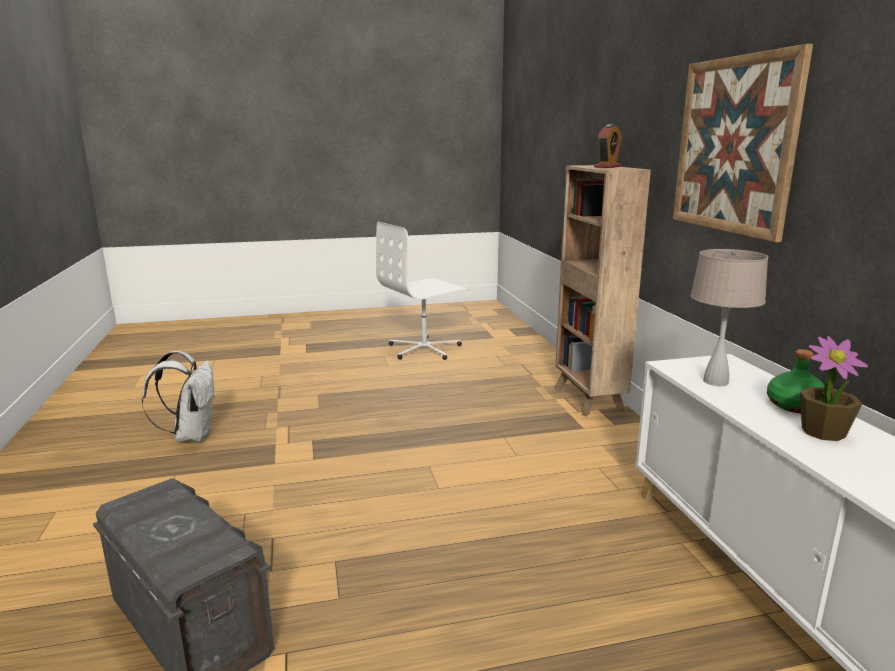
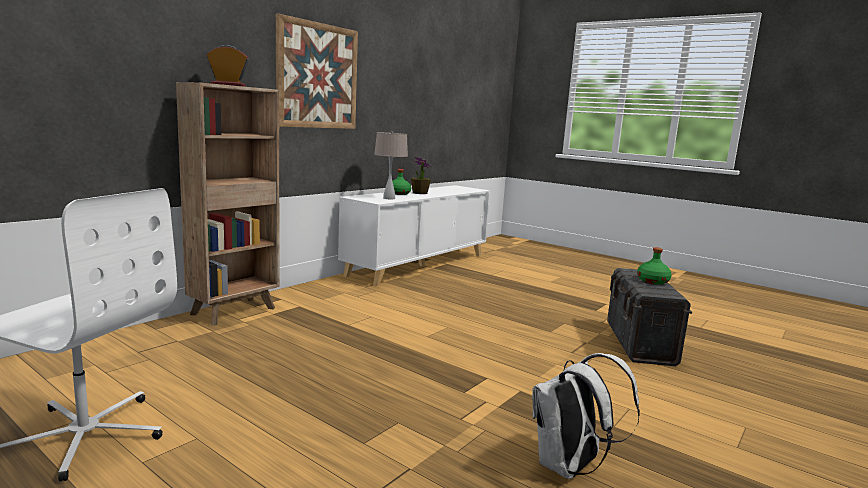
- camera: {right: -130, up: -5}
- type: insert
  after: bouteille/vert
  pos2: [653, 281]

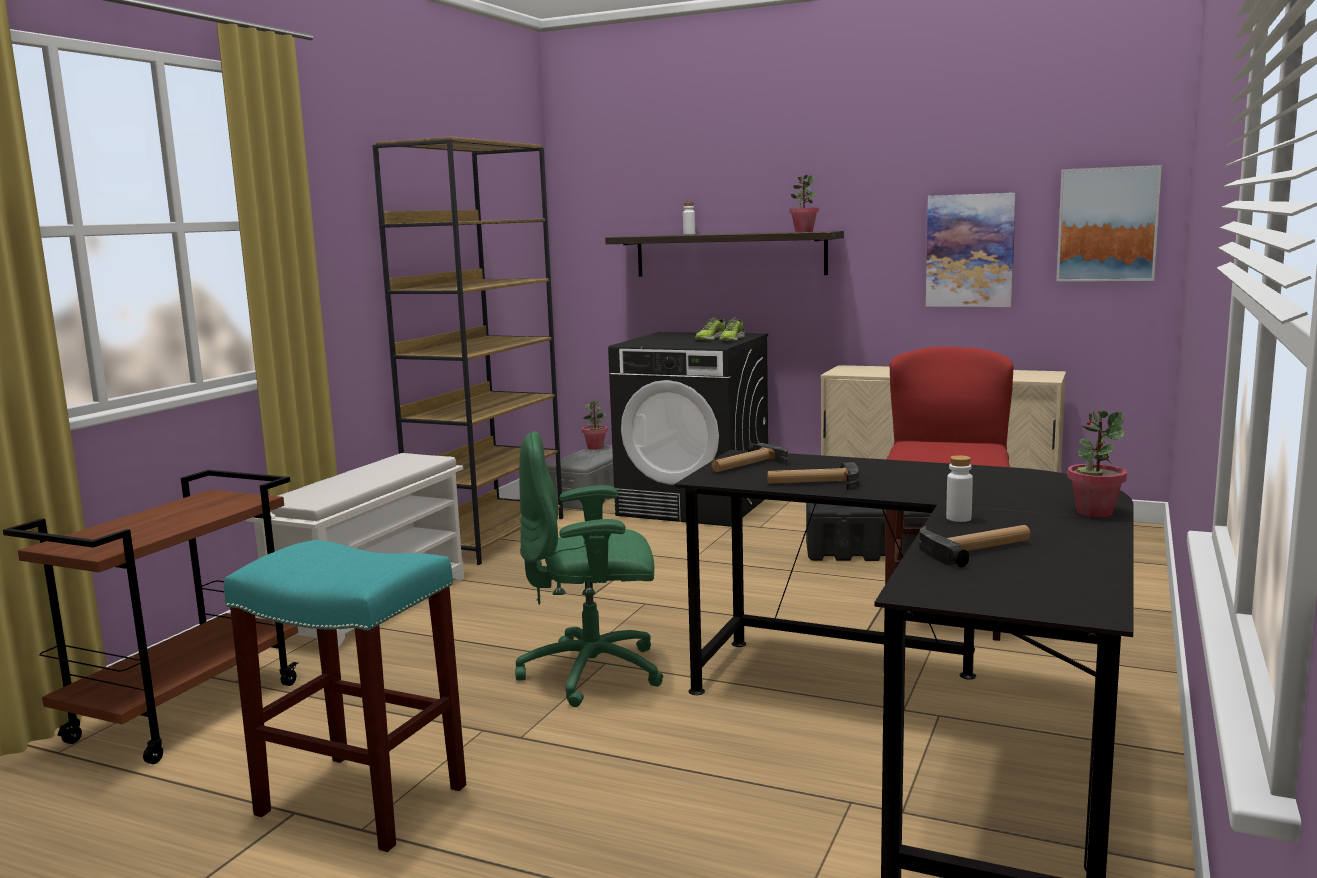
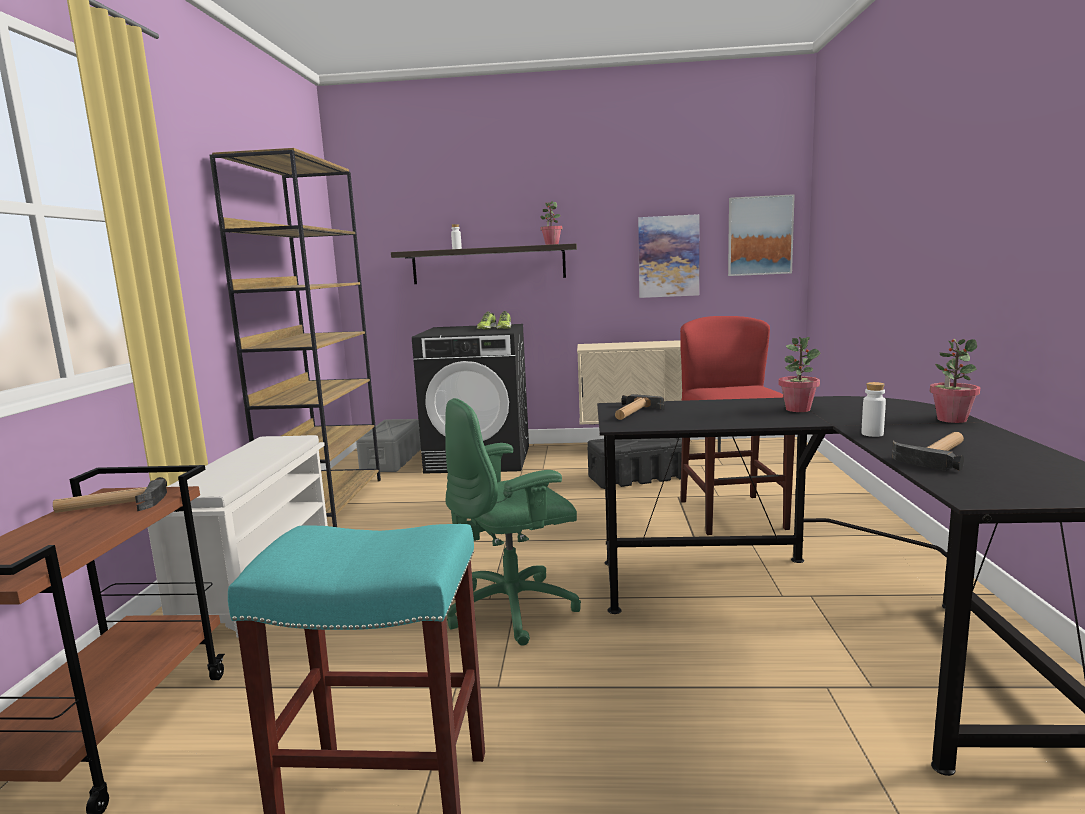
- camera: {right: -20, up: 0}
- type: move
  before: marteau
  pos1: [813, 483]
  pos2: [111, 506]
- type: move
  before: plante en pot
  pos1: [595, 448]
  pos2: [798, 409]

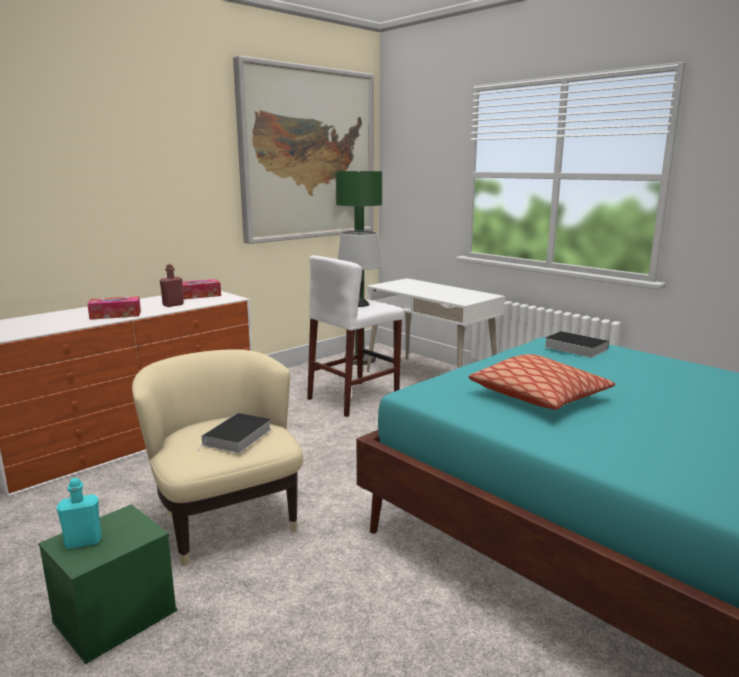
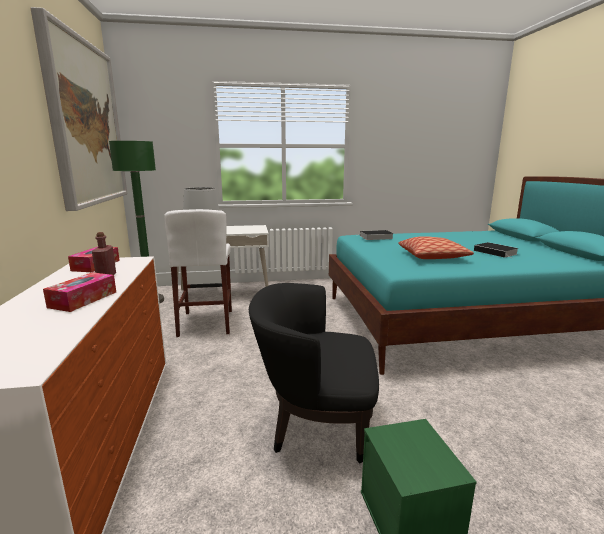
- camera: {right: -55, up: 0}
- type: recolor
  before: fauteuil/beige
  after: fauteuil/noir
  pos1: [226, 520]
  pos2: [315, 424]
- type: move
  before: livre
  pos1: [237, 438]
  pos2: [496, 252]
- type: delete
  before: bouteille/turquoise
  pos1: [83, 541]

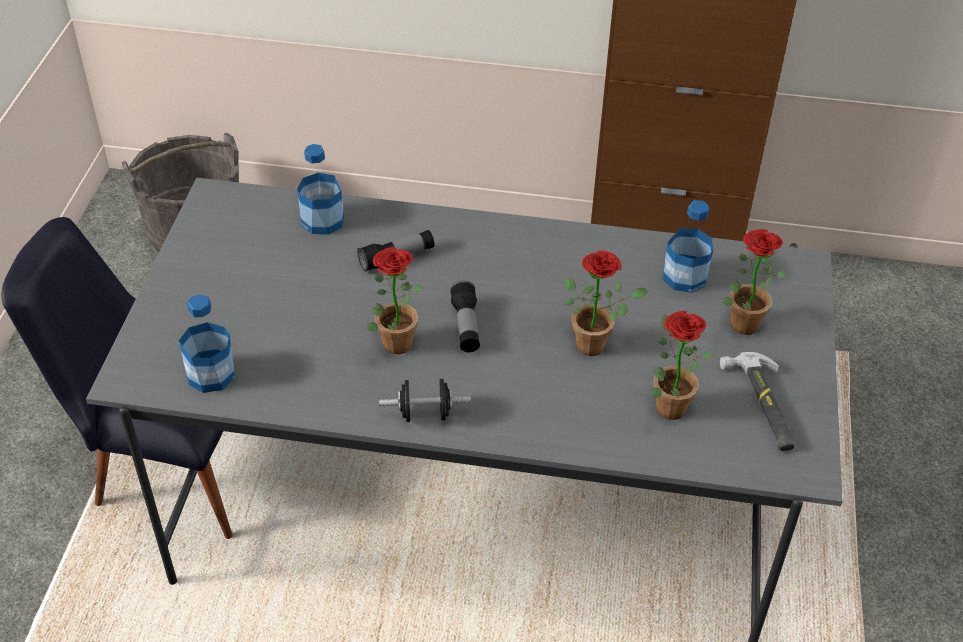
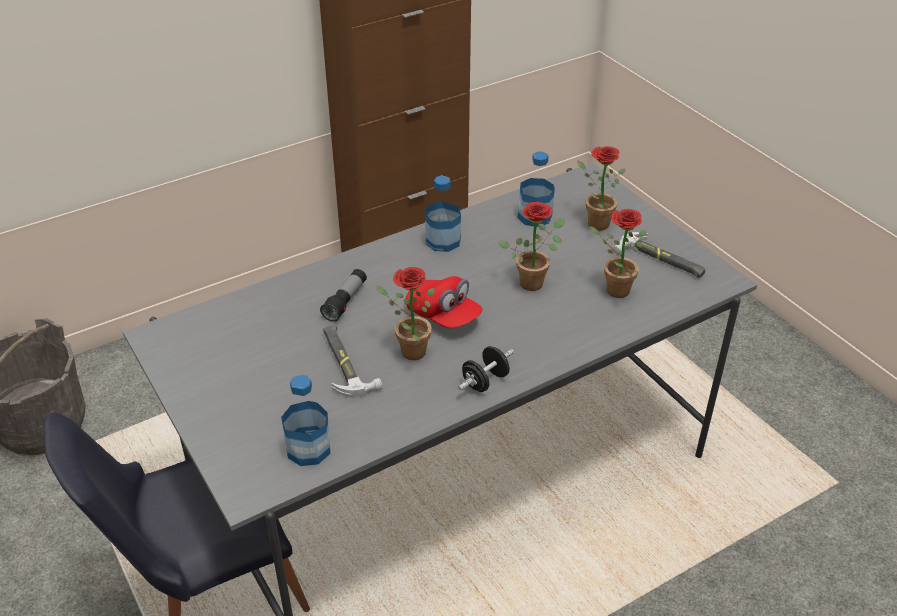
- camera: {right: -40, up: -5}
- type: insert
  after: marteau
  pos2: [345, 363]
- type: replace
  before: lampe de poche
  after: casquette/rouge
  pos1: [466, 326]
  pos2: [443, 316]
- type: move
  before: bouteille
  pos1: [323, 220]
  pos2: [443, 241]

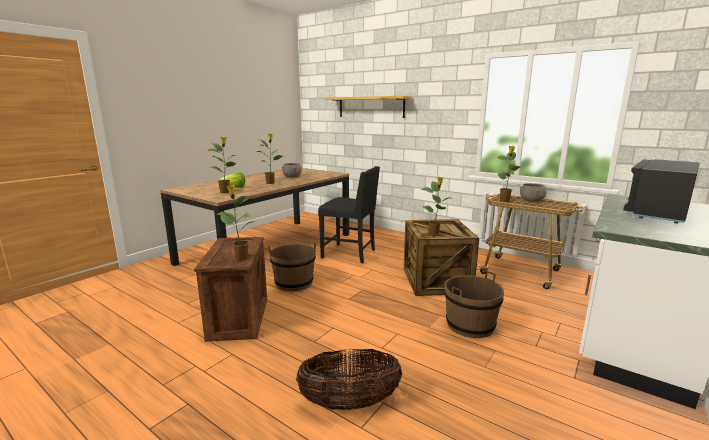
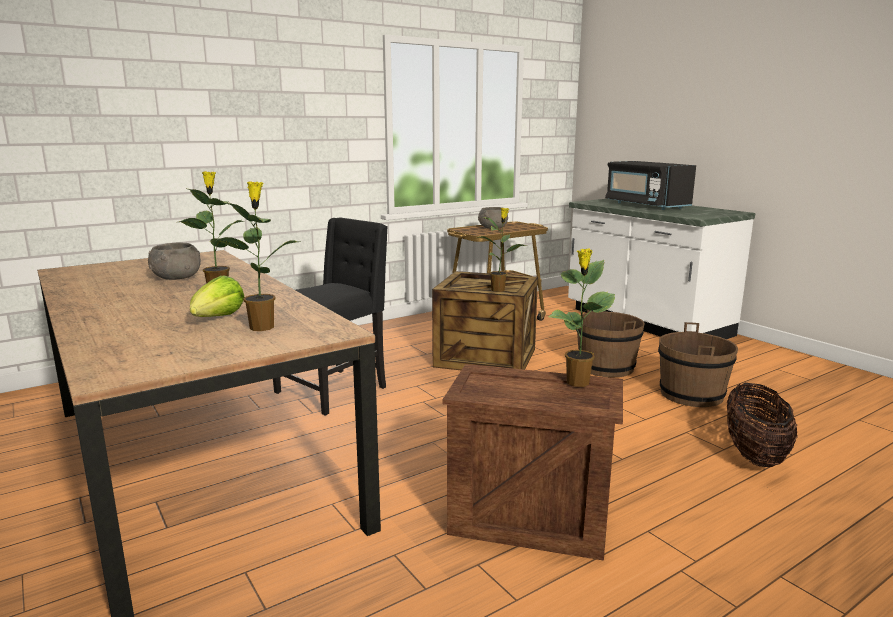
- camera: {right: -70, up: 0}
- type: move
  before: seau/marron
  pos1: [294, 283]
  pos2: [691, 395]
- type: delete
  before: étagère
  pos1: [370, 107]
- type: delete
  before: plante en pot
  pos1: [504, 201]

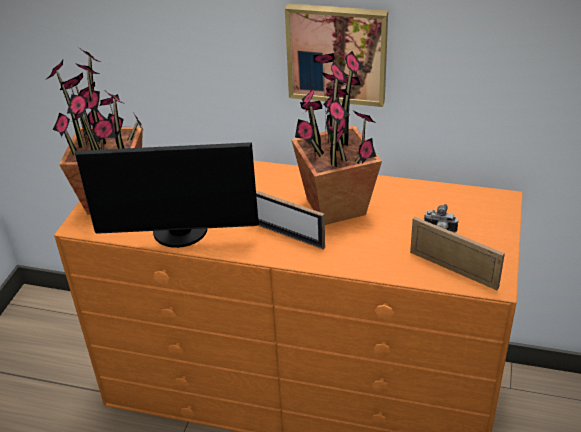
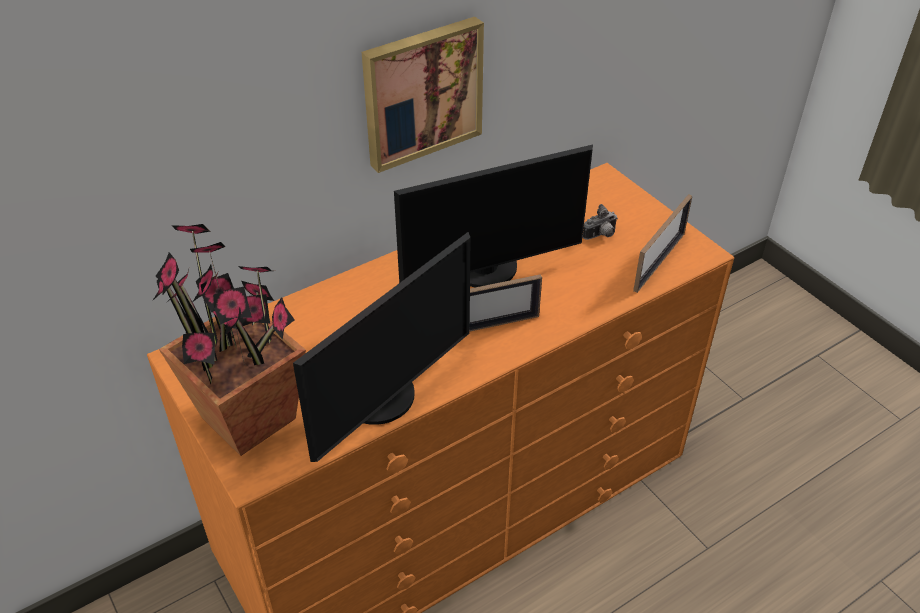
- camera: {right: -50, up: 5}
- type: replace
  before: plante en pot
  after: écran d'ordinateur
  pos1: [335, 207]
  pos2: [487, 271]
- type: rotate
  before: cadre photo
  pos1: [453, 270]
  pos2: [659, 261]
  turn: 135

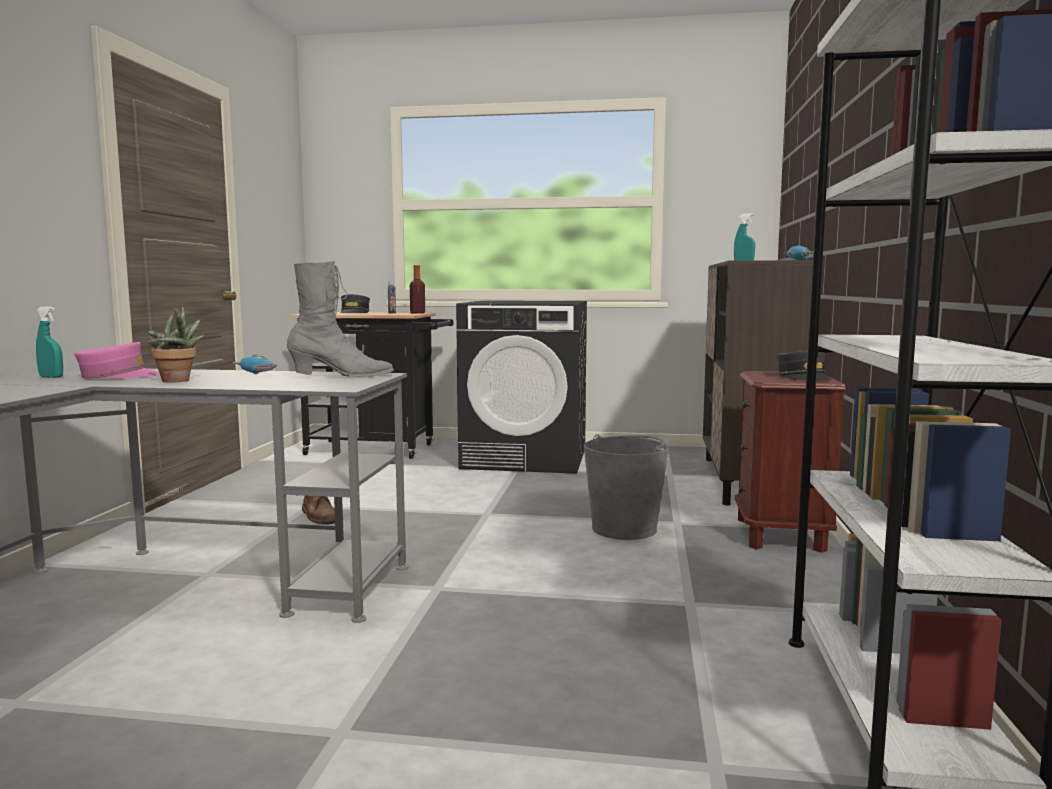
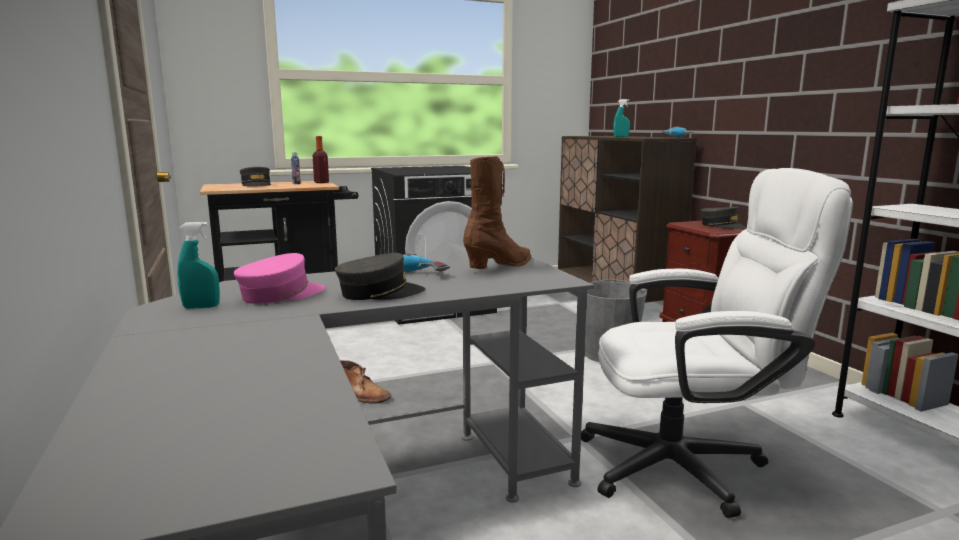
- camera: {right: -30, up: 5}
- type: replace
  before: plante en pot
  after: casquette/gris
  pos1: [178, 381]
  pos2: [380, 293]
- type: recolor
  before: botte/gris
  after: botte/marron
  pos1: [342, 376]
  pos2: [500, 266]
- type: insert
  after: chaise de bureau/blanc
  pos2: [689, 465]

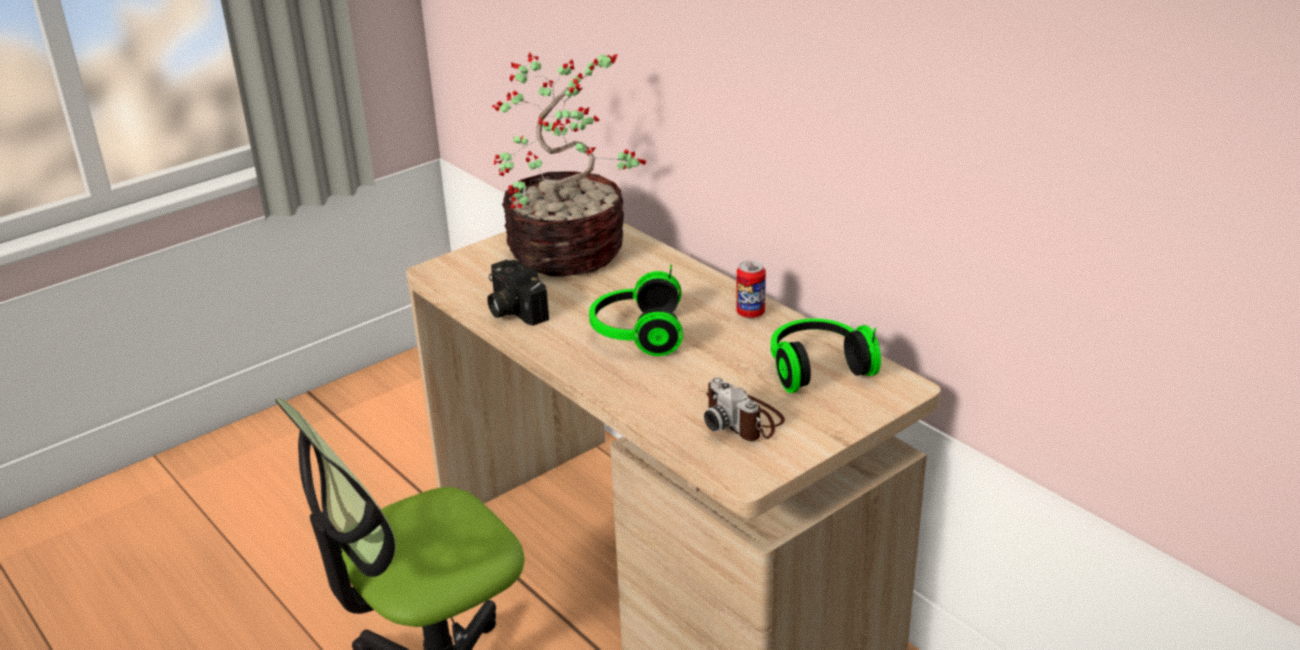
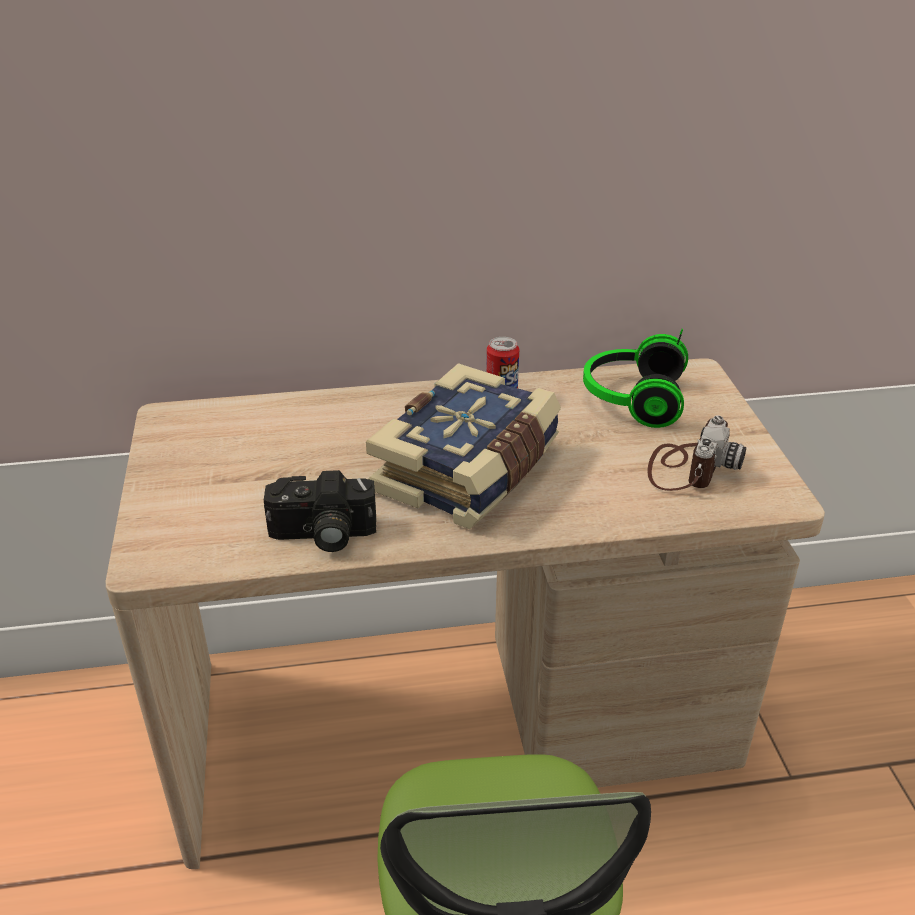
- camera: {right: -60, up: 5}
- type: replace
  before: casque audio
  after: livre
  pos1: [636, 334]
  pos2: [470, 471]
- type: rotate
  before: appareil photo
  pos1: [744, 420]
  pos2: [688, 467]
  turn: -60
- type: delete
  before: plante en pot
  pos1: [570, 252]

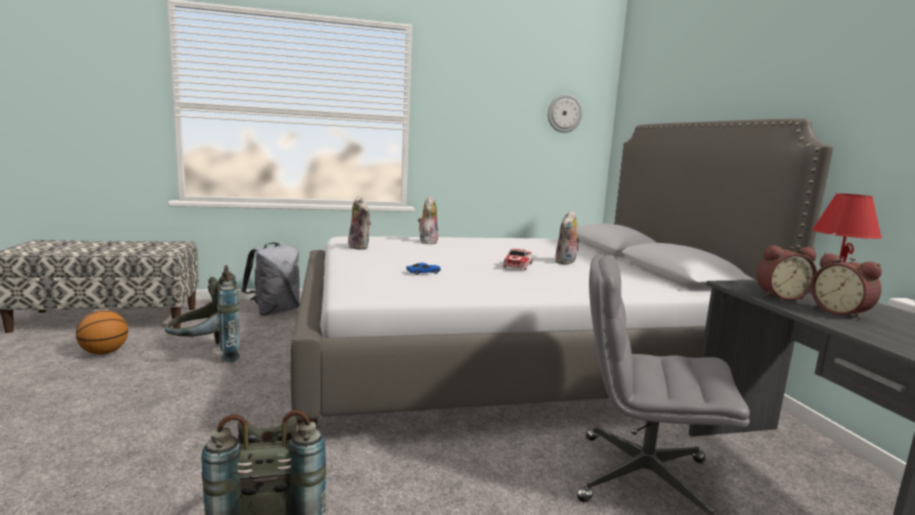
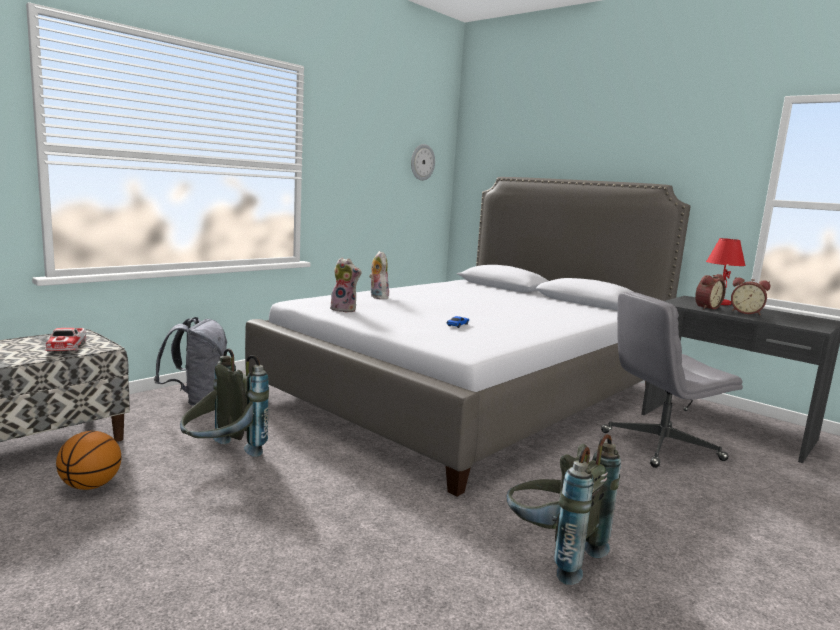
- camera: {right: -35, up: 0}
- type: move
  before: petite voiture
  pos1: [518, 265]
  pos2: [67, 346]
- type: delete
  before: peluche
  pos1: [566, 262]

